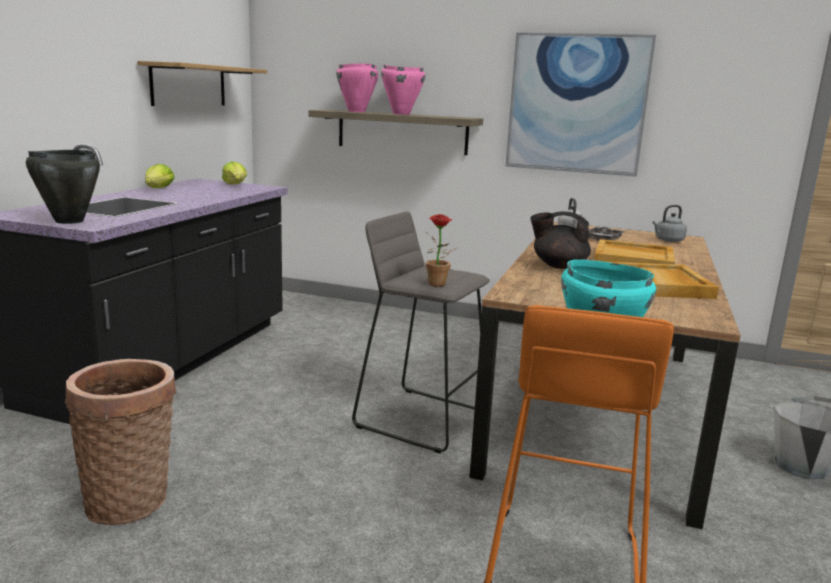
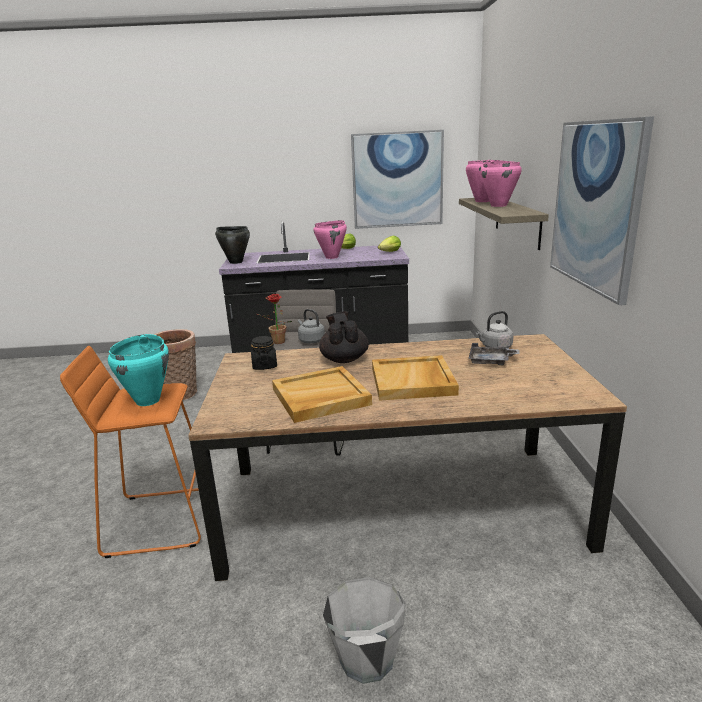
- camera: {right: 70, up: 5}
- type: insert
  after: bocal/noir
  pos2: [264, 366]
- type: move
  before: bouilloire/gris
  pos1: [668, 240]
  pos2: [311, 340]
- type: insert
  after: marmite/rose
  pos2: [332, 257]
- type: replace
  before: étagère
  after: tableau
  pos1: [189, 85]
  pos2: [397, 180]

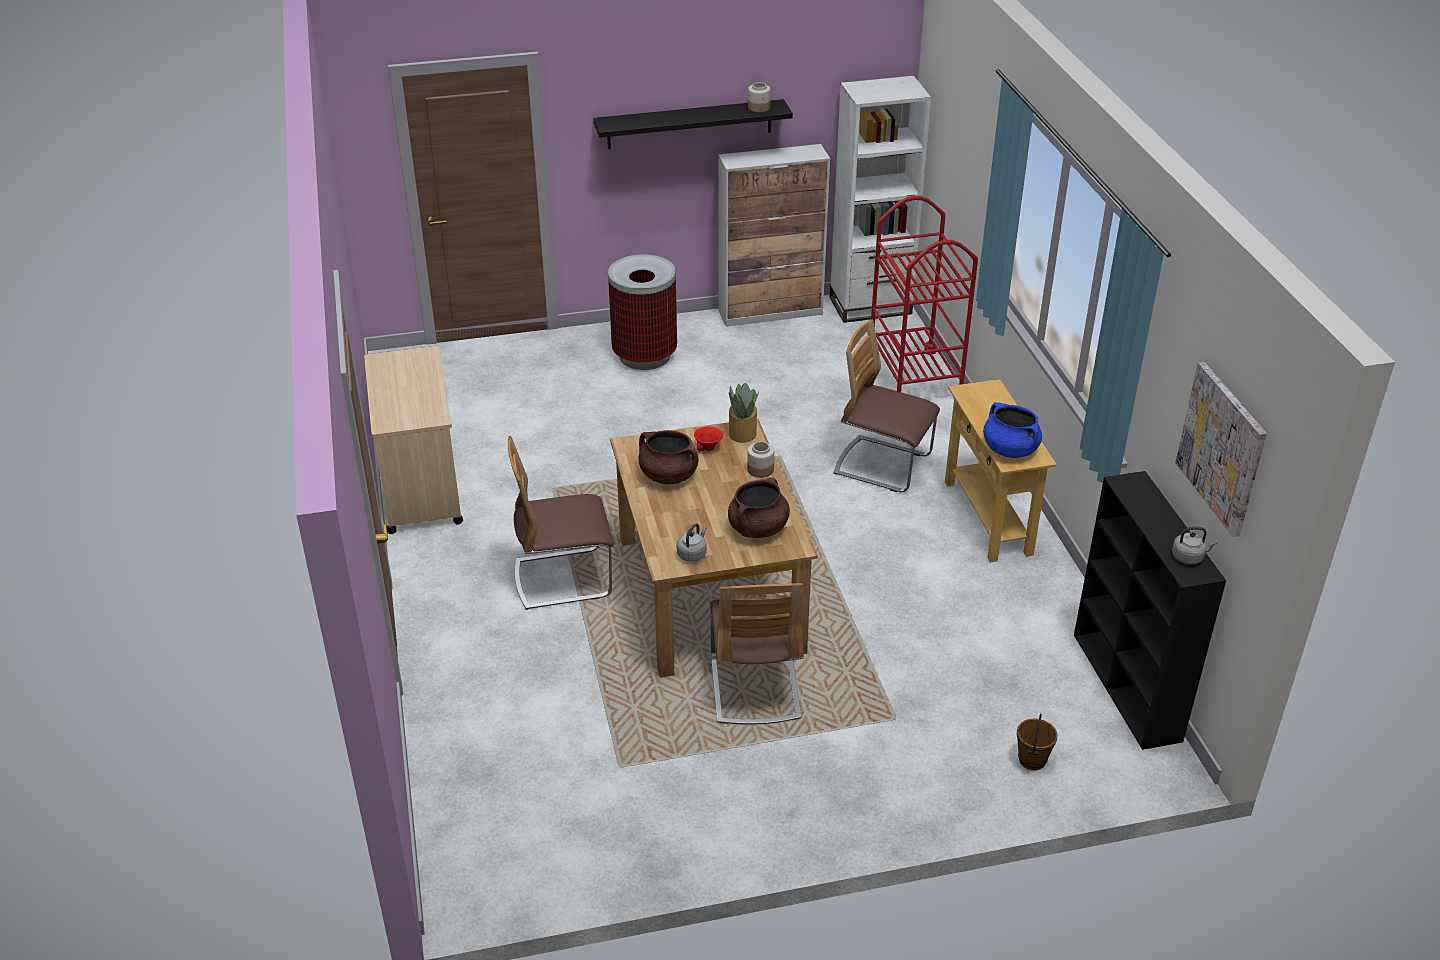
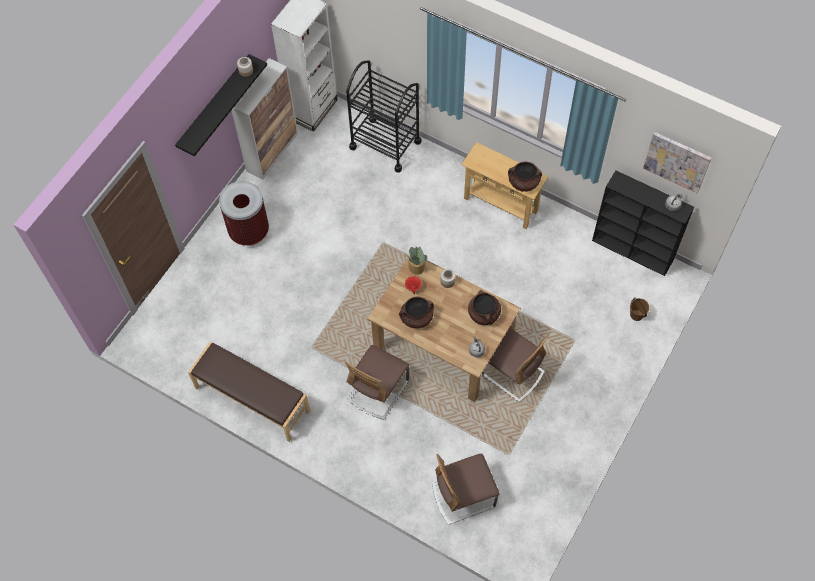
- camera: {right: -45, up: 25}
- type: replace
  before: chariot/beige
  after: banc/marron
  pos1: [420, 486]
  pos2: [252, 400]
- type: recolor
  before: chariot/rouge
  after: chariot/noir
  pos1: [914, 379]
  pos2: [385, 144]
- type: move
  before: chaise
  pos1: [882, 465]
  pos2: [463, 495]
- type: recolor
  before: marmite/bleu
  after: marmite/marron
  pos1: [1009, 449]
  pos2: [523, 183]

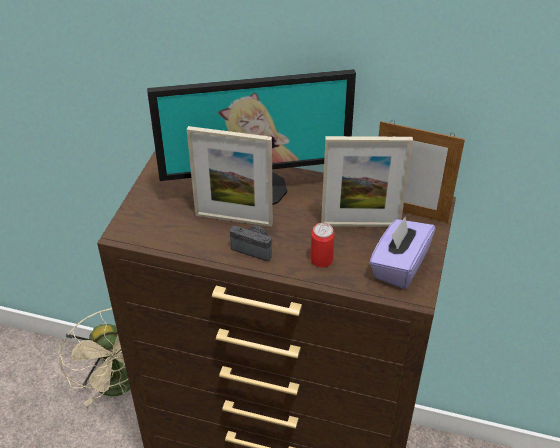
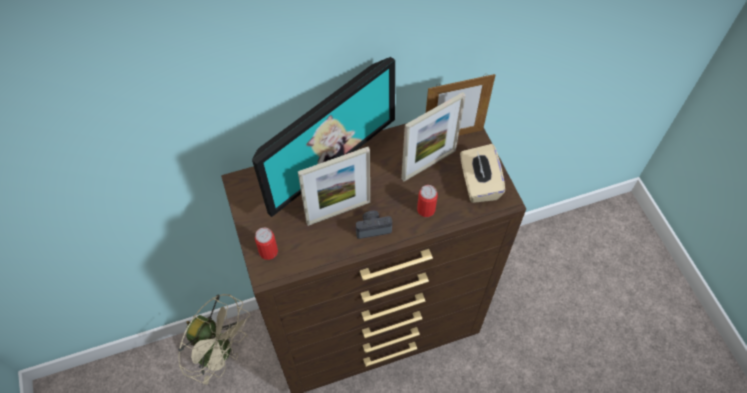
- camera: {right: -35, up: 15}
- type: insert
  after: boîte métallique
  pos2: [268, 251]
- type: recolor
  before: boîte à mouchoirs/violet
  after: boîte à mouchoirs/beige
  pos1: [399, 266]
  pos2: [478, 183]

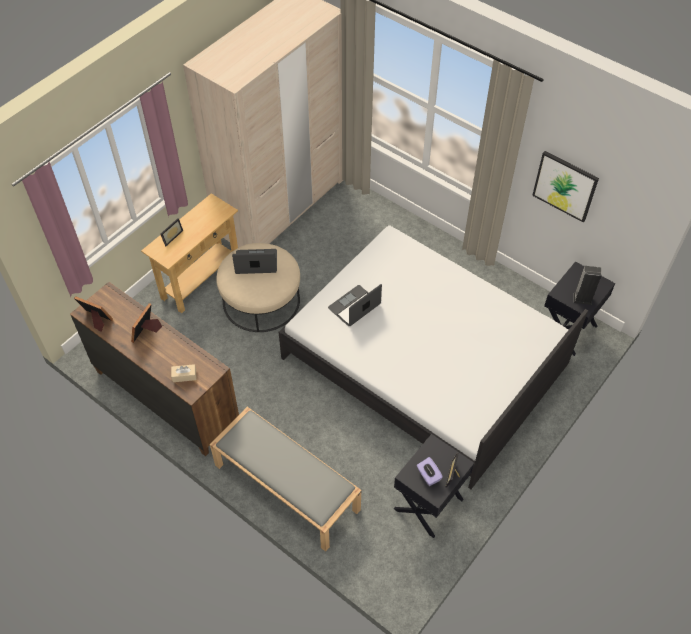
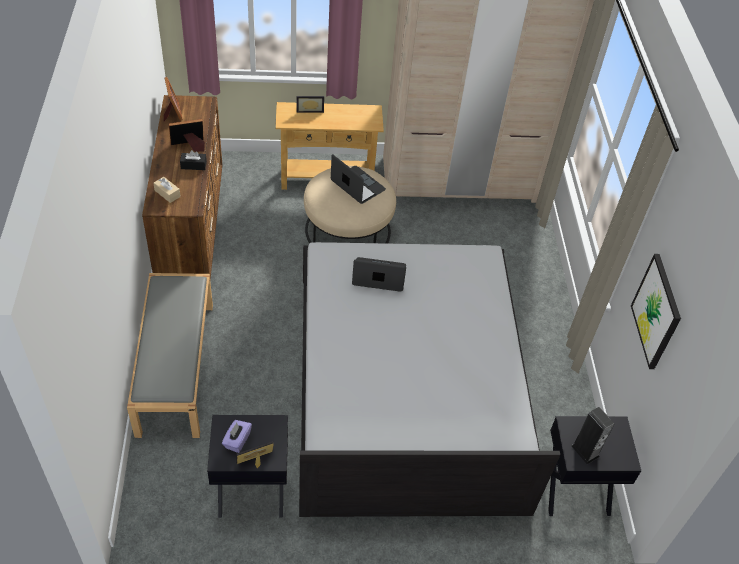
- camera: {right: 45, up: -5}
- type: insert
  after: boîte à mouchoirs/noir
  pos2: [193, 165]

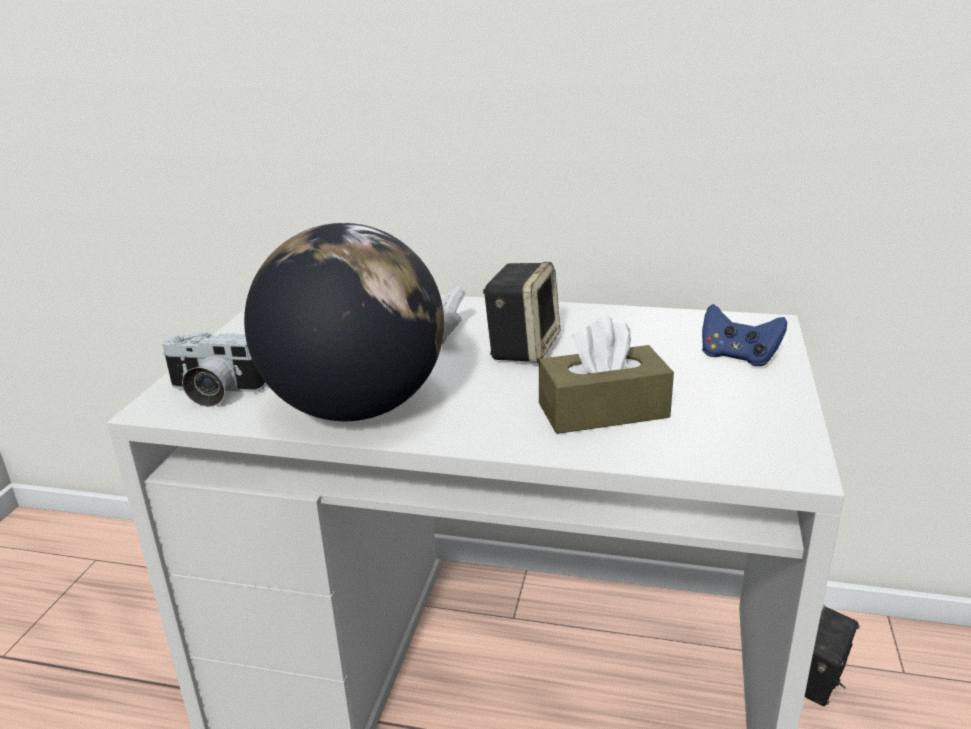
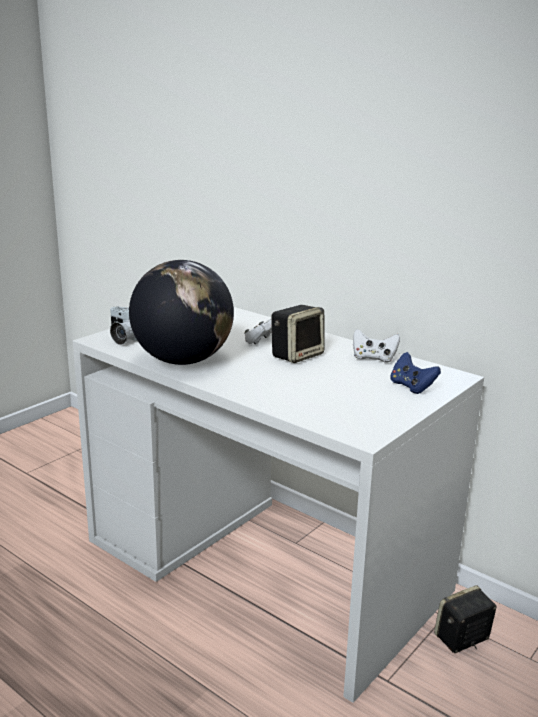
- camera: {right: 25, up: -5}
- type: insert
  after: manette/blanc
  pos2: [374, 358]
- type: delete
  before: boîte à mouchoirs/marron
  pos1: [603, 410]

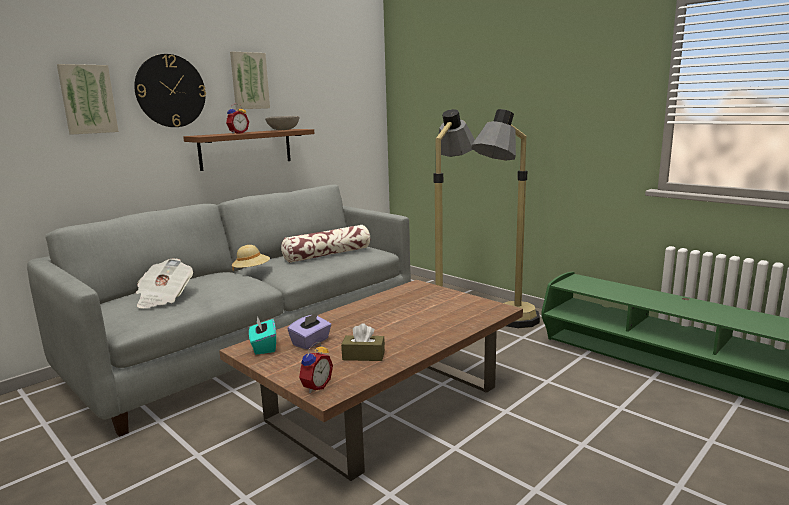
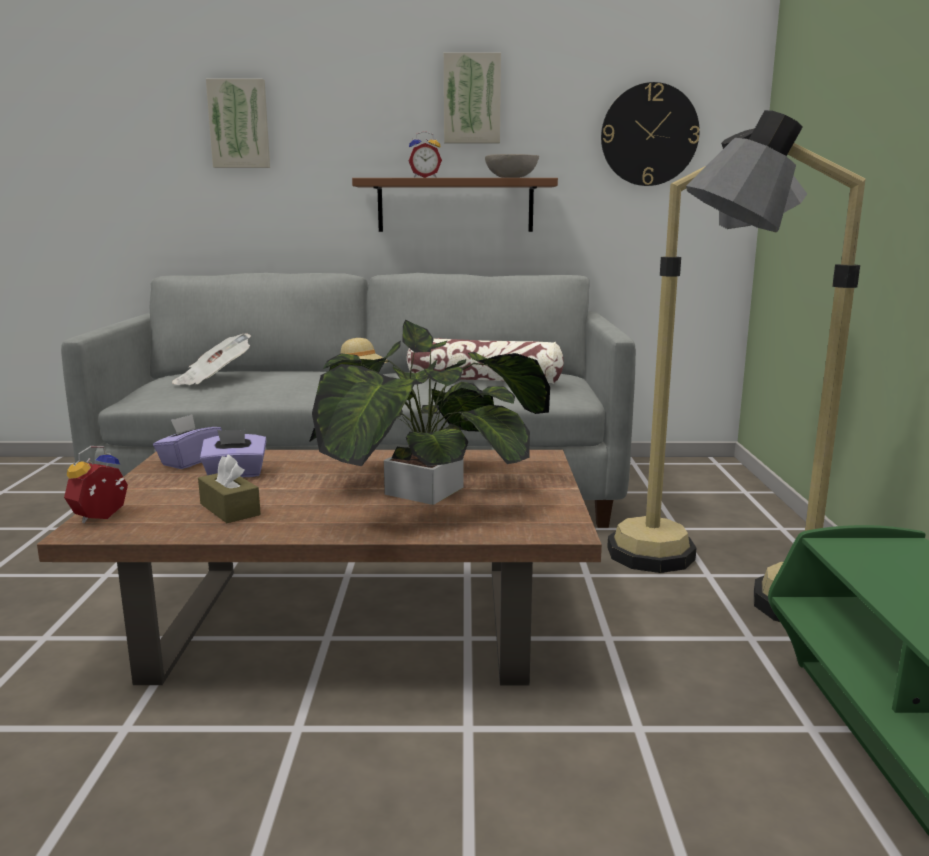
- camera: {right: 45, up: 0}
- type: rotate
  before: réveil
  pos1: [315, 386]
  pos2: [102, 517]
  turn: 135
- type: recolor
  before: boîte à mouchoirs/turquoise
  after: boîte à mouchoirs/violet
  pos1: [263, 347]
  pos2: [189, 461]
- type: insert
  after: plante en pot
  pos2: [425, 490]
- type: move
  before: horloge murale
  pos1: [170, 91]
  pos2: [649, 135]

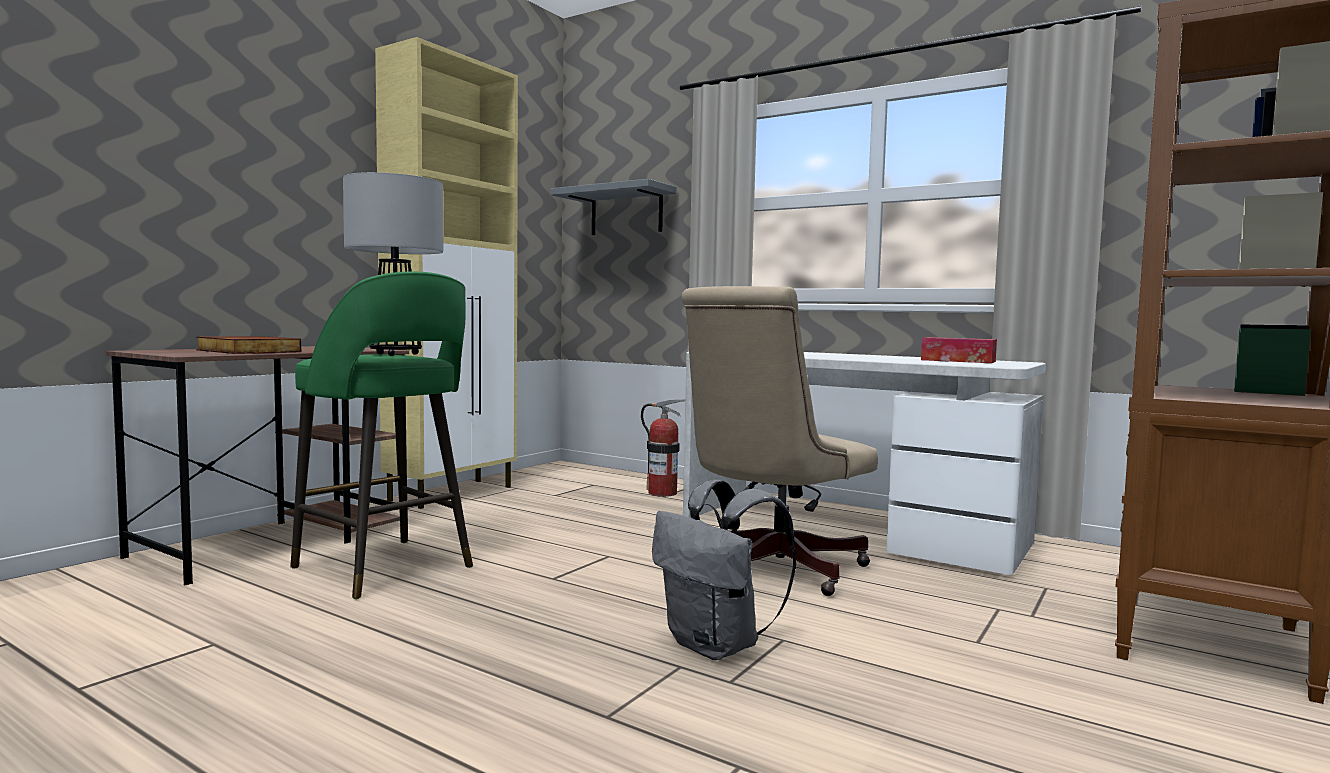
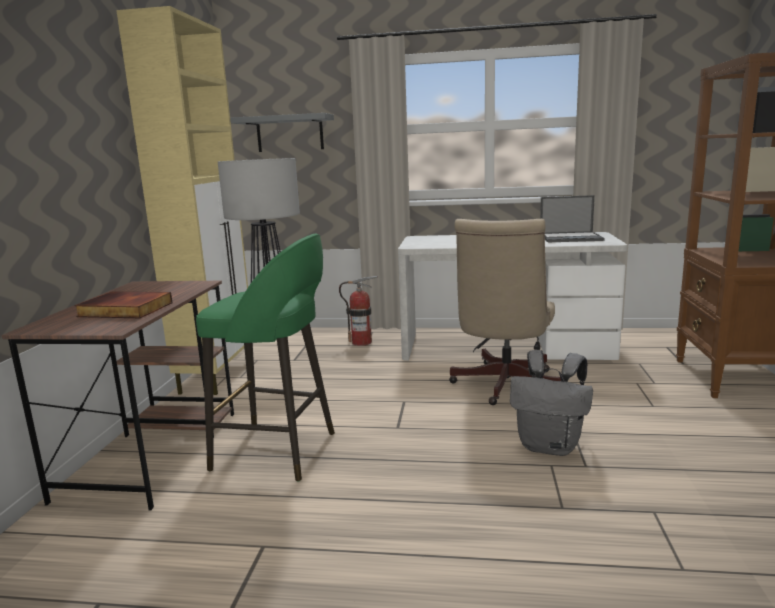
- camera: {right: -25, up: 10}
- type: replace
  before: boîte à mouchoirs
  after: ordinateur portable
  pos1: [958, 361]
  pos2: [571, 238]

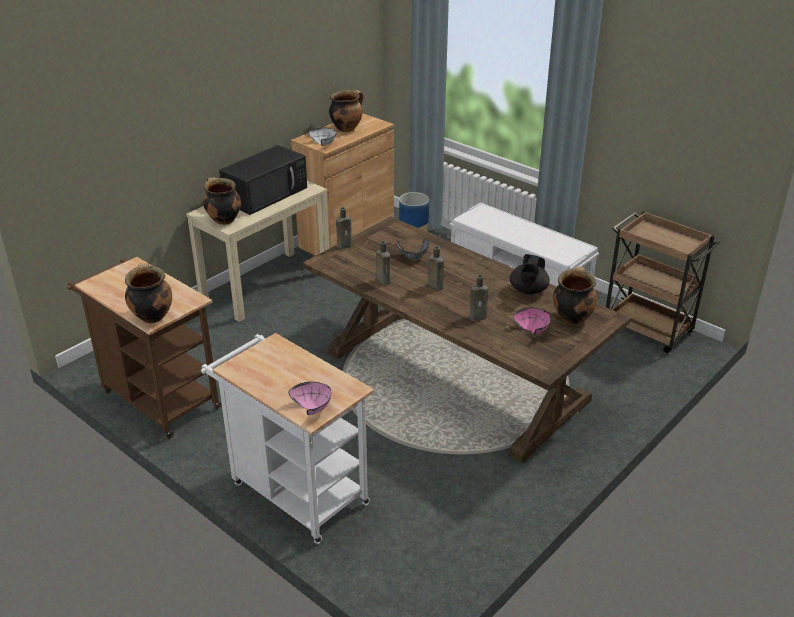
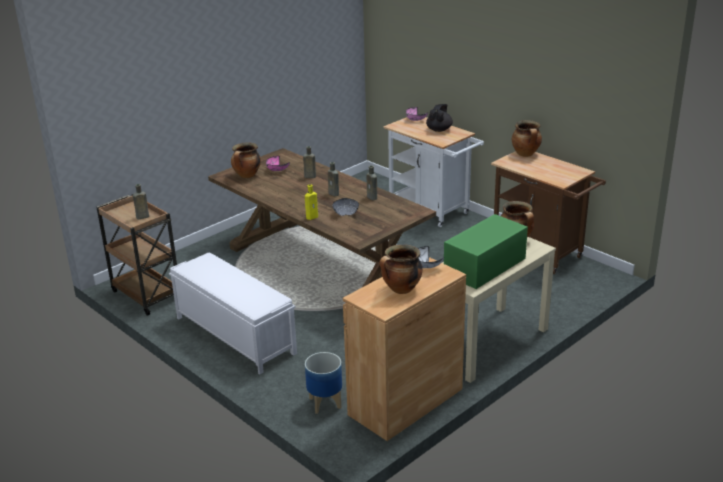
- camera: {right: -175, up: -5}
- type: move
  before: bouteille/marron
  pos1: [345, 245]
  pos2: [141, 217]
- type: insert
  after: bouteille/jaune
  pos2: [313, 217]
- type: move
  before: théière/noir
  pos1: [528, 291]
  pos2: [439, 129]
- type: recolor
  before: micro-ondes/noir
  after: micro-ondes/vert
  pos1: [266, 194]
  pos2: [484, 267]

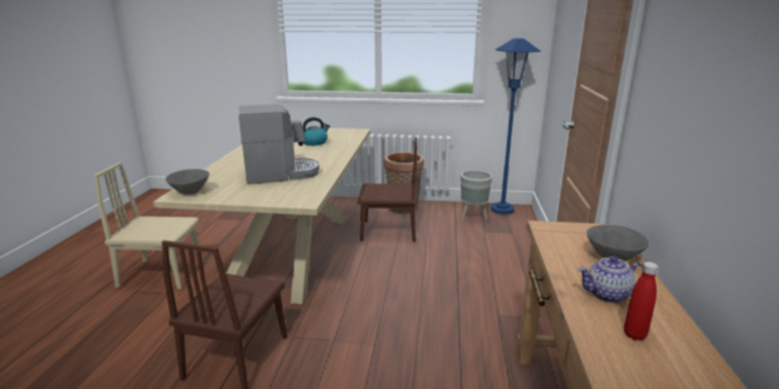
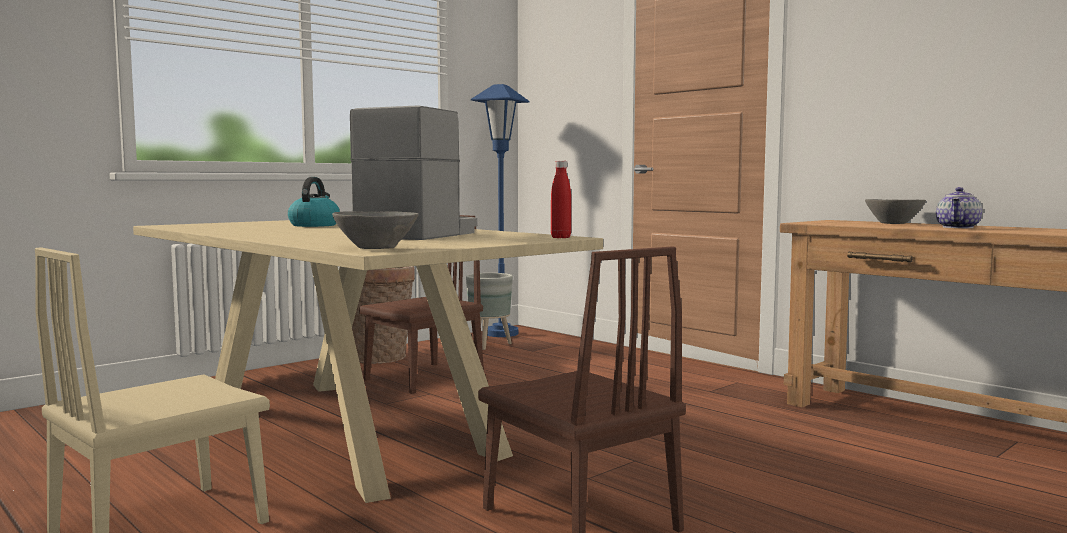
- camera: {right: -50, up: -15}
- type: move
  before: bouteille/rouge
  pos1: [634, 335]
  pos2: [560, 237]

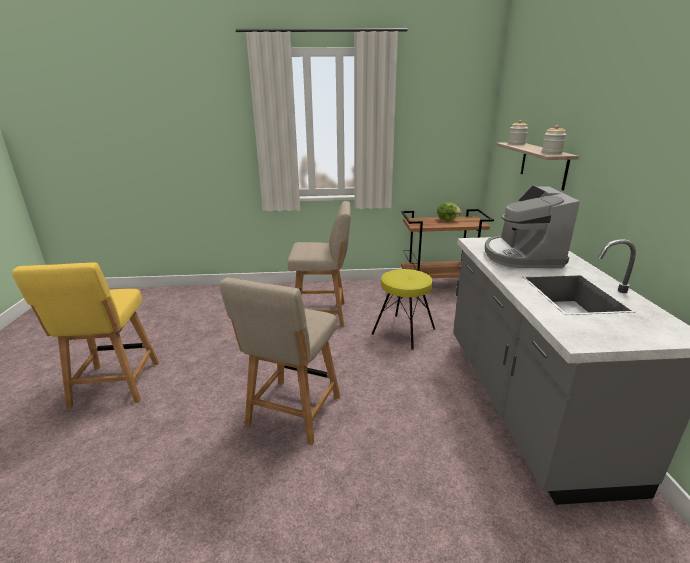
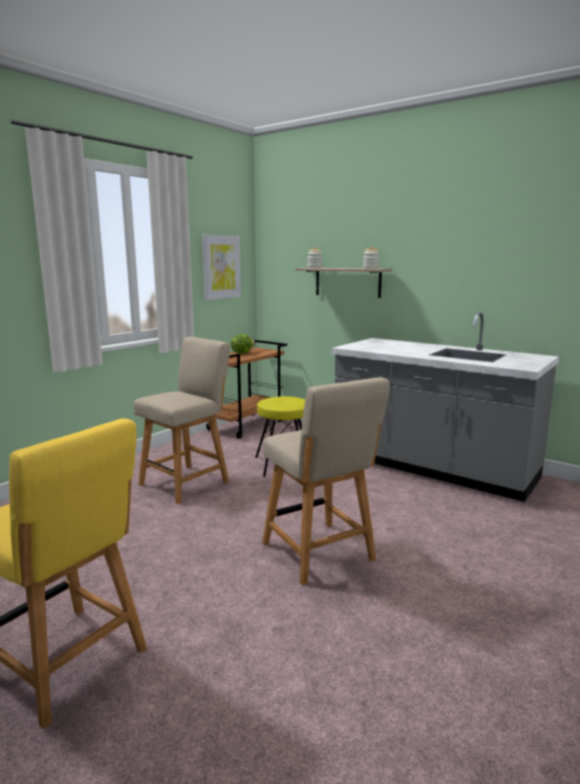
- camera: {right: -50, up: -10}
- type: insert
  after: tableau
  pos2: [221, 267]
- type: delete
  before: machine à café
  pos1: [521, 256]

